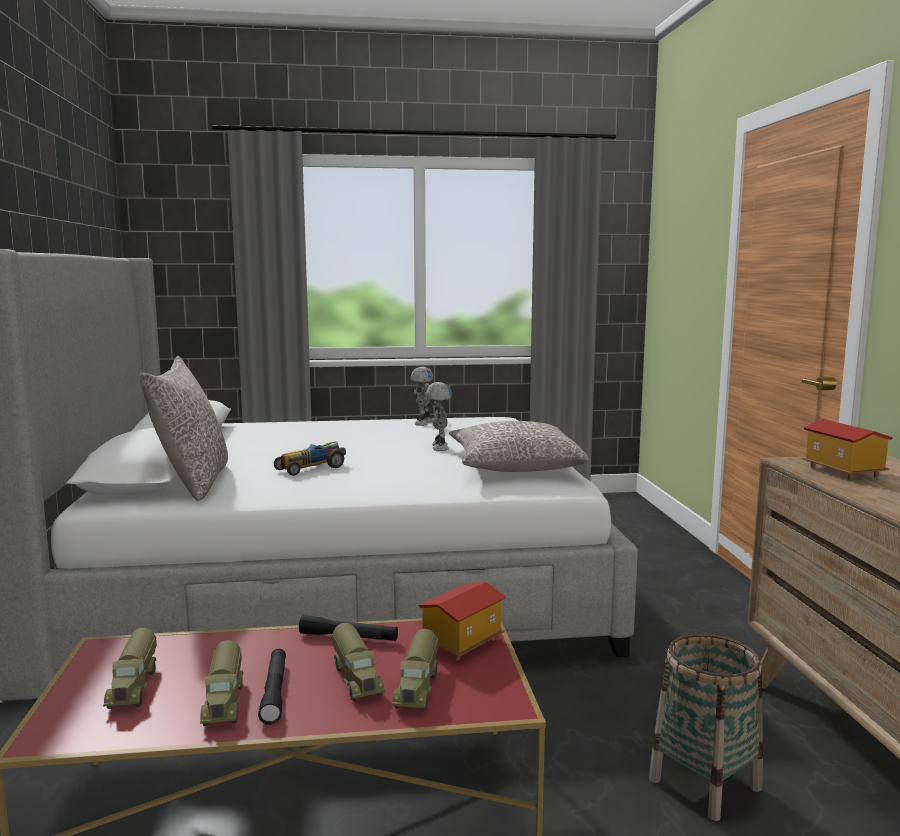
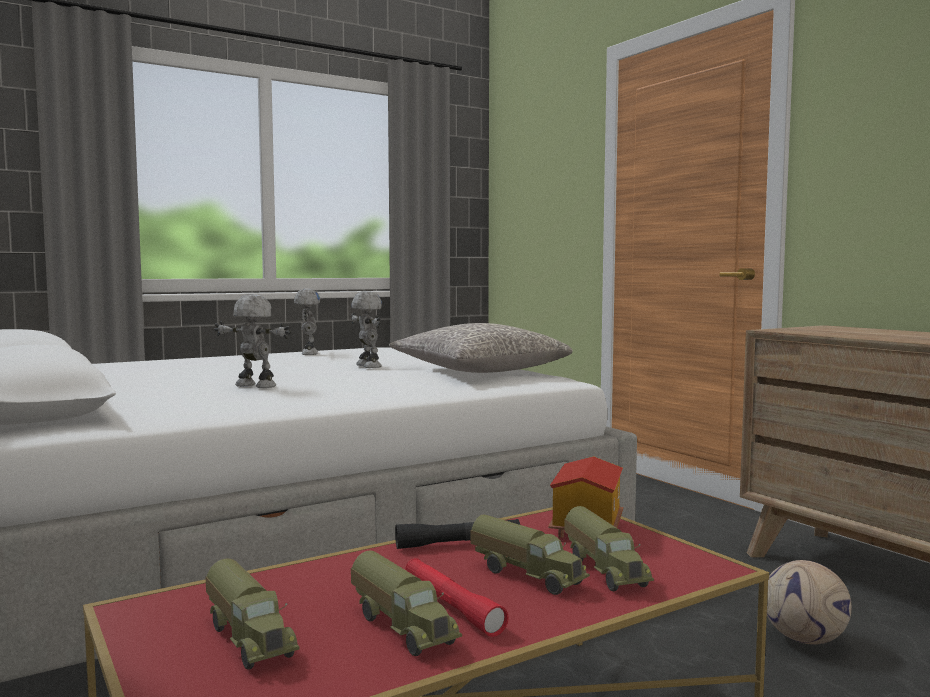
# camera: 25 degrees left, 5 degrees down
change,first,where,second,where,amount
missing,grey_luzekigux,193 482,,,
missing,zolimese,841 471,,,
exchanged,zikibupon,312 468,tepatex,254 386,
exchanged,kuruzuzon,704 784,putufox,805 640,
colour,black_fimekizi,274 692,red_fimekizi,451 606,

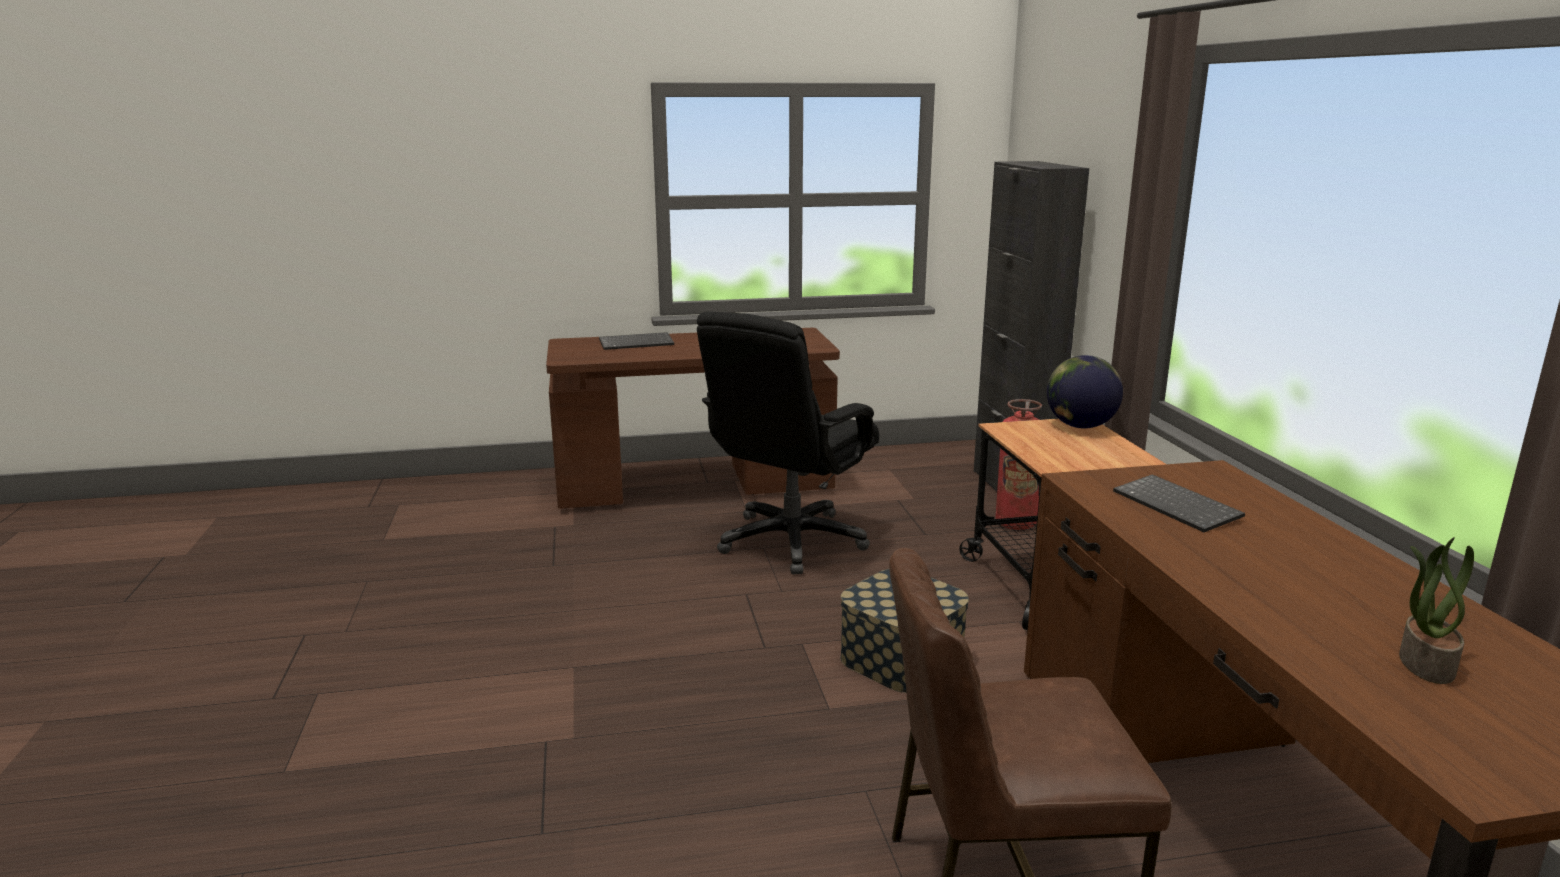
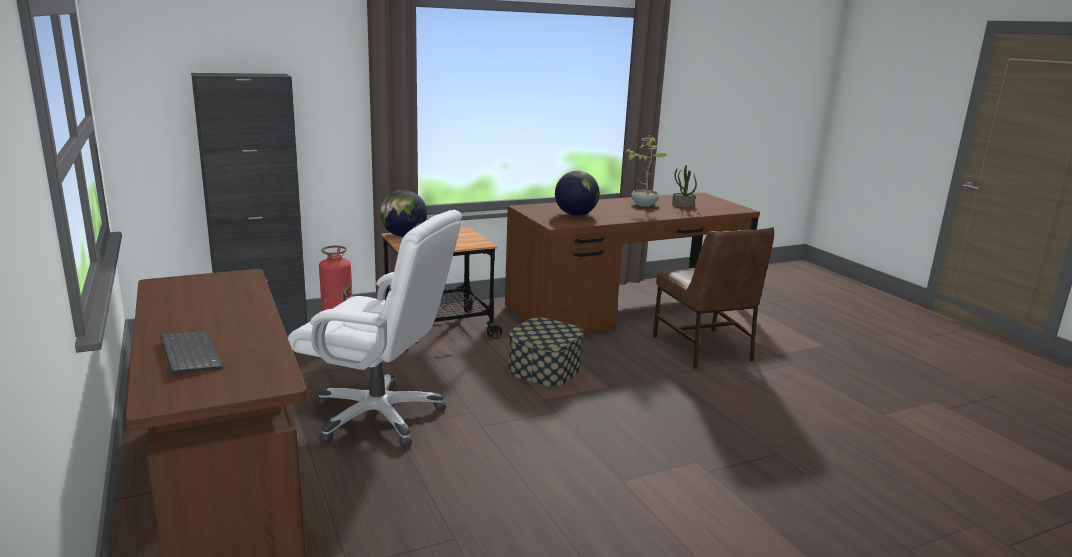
# camera: 105 degrees left, 0 degrees up
change,first,where,second,where,amount
appeared,,,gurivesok,643 204,
exchanged,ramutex,1179 506,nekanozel,575 214,
colour,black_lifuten,791 541,white_lifuten,379 416,

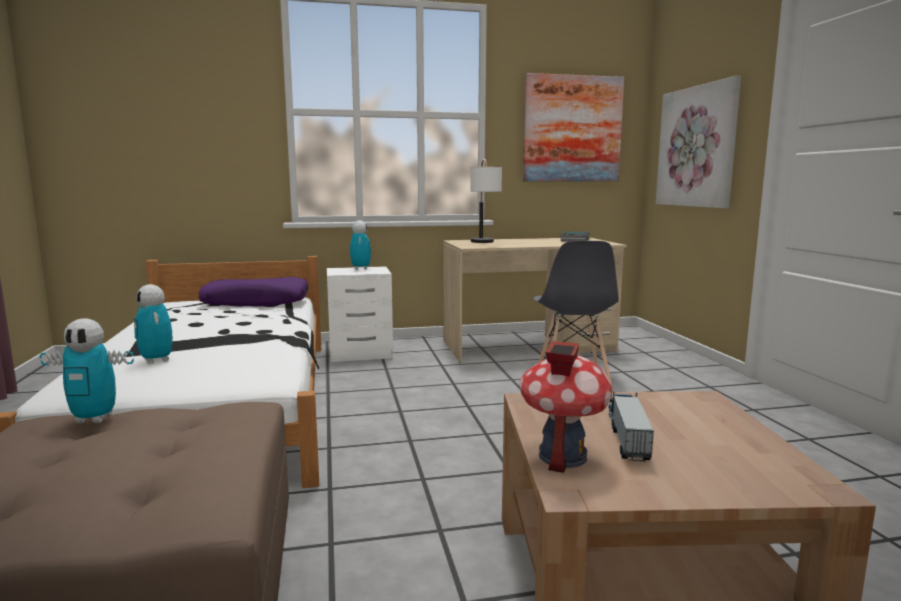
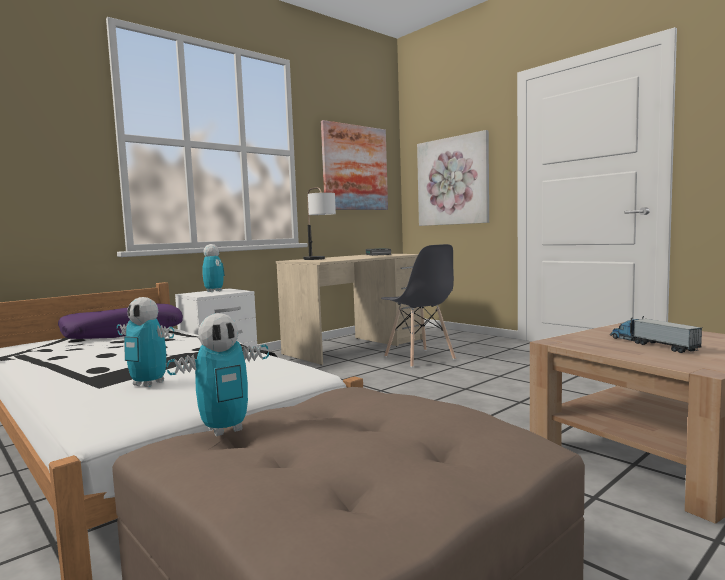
# camera: 30 degrees left, 5 degrees down
change,first,where,second,where,amount
missing,zolimese,562 456,,,

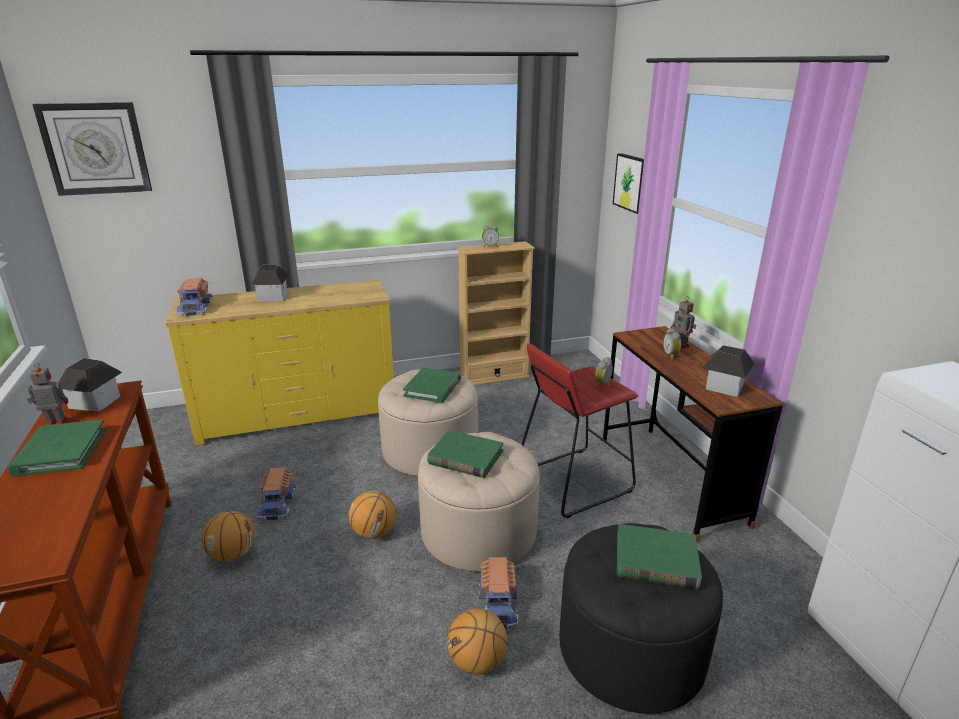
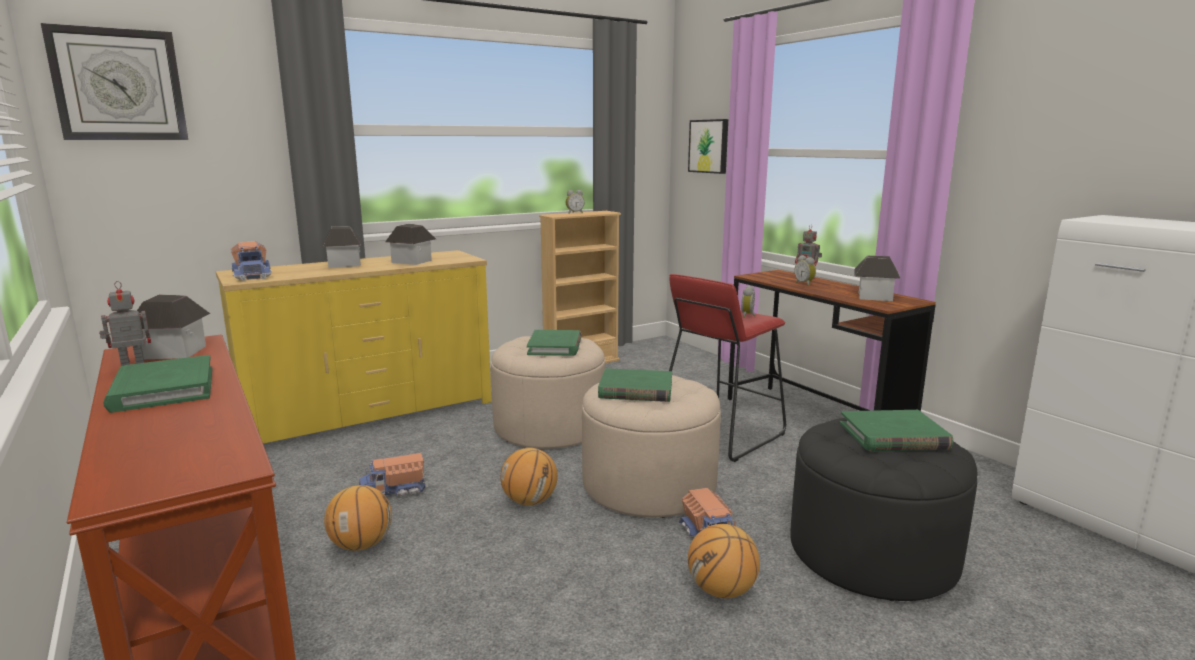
# camera: 15 degrees left, 10 degrees down
change,first,where,second,where,amount
appeared,,,zolimese,412 261,
spun,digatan,277 504,,392 492,90 degrees clockwise

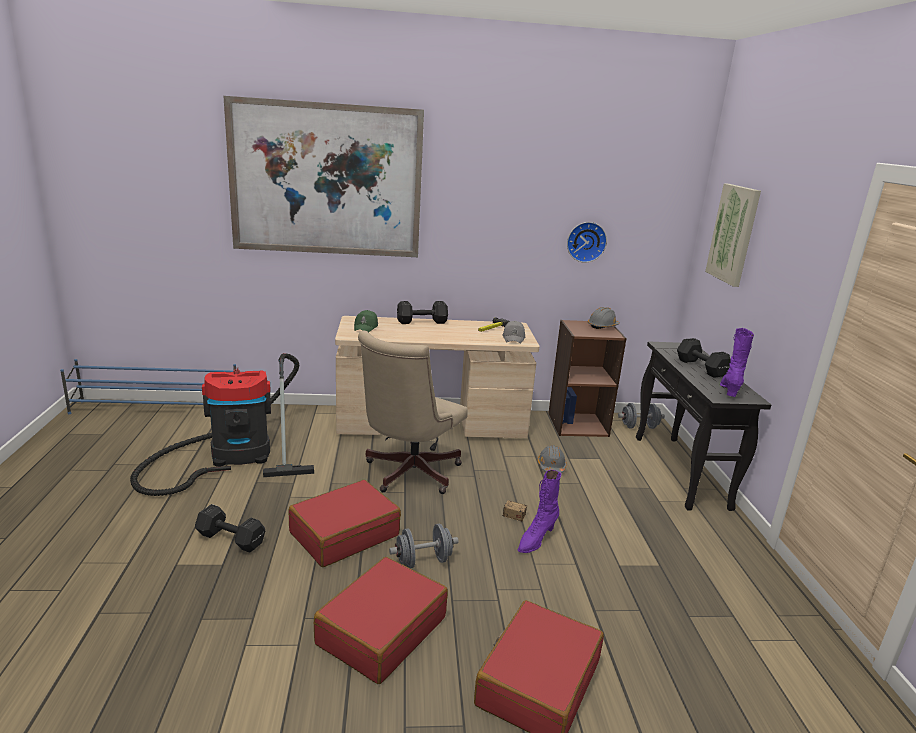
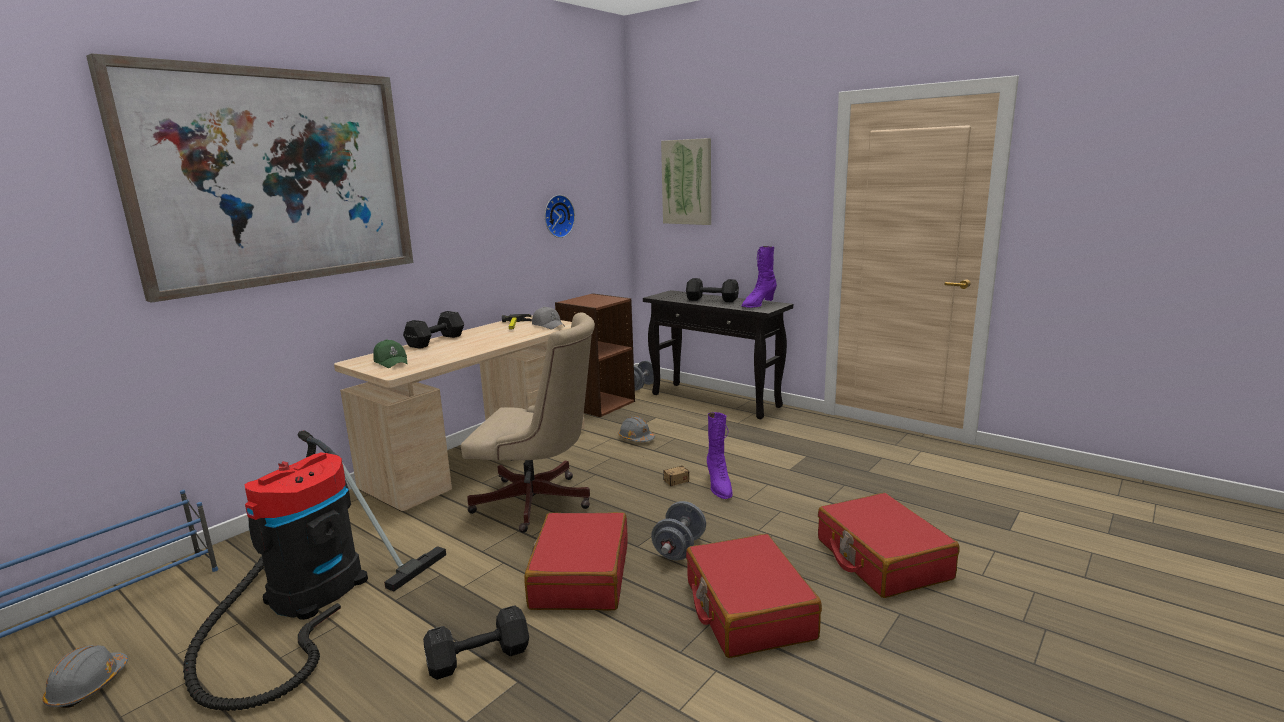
# camera: 45 degrees left, 5 degrees down
change,first,where,second,where,amount
relocated,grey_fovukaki,602 326,,88 686,
spun,beige_lifuten,408 474,,539 503,60 degrees counterclockwise
spun,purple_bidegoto,730 390,,758 304,105 degrees counterclockwise

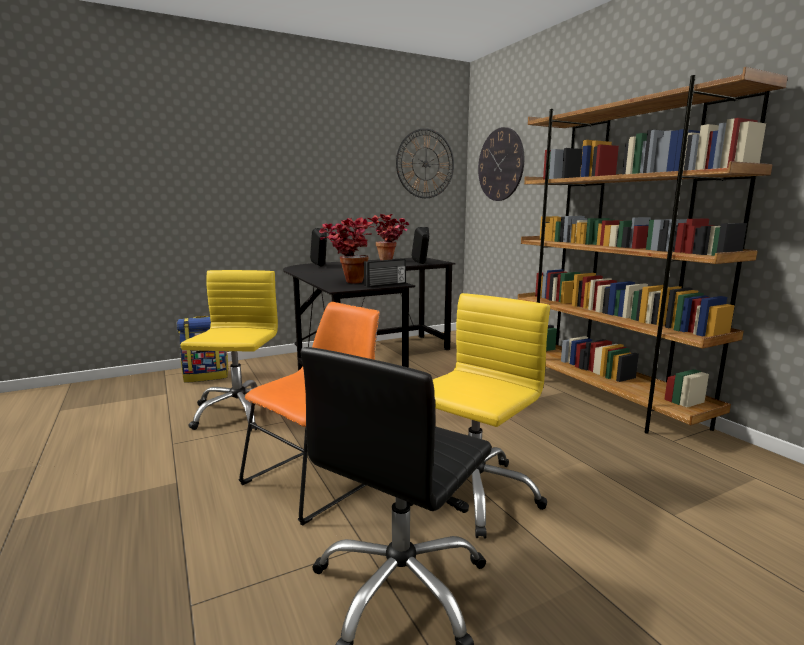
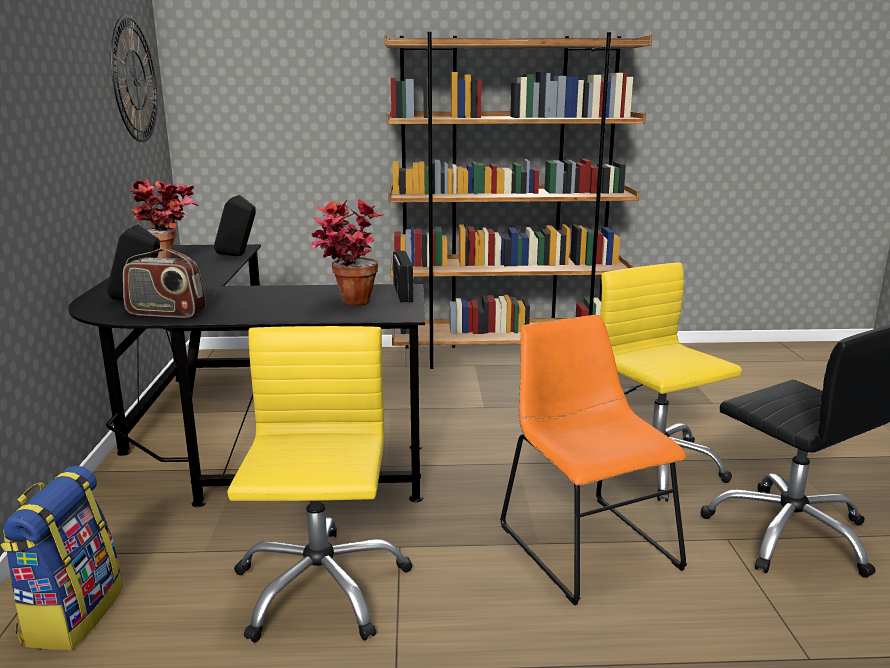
# camera: 65 degrees left, 5 degrees up
change,first,where,second,where,amount
missing,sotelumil,500 164,,,
appeared,,,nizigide,166 313,
spun,yellow_lifuten,239 412,,319 587,60 degrees clockwise

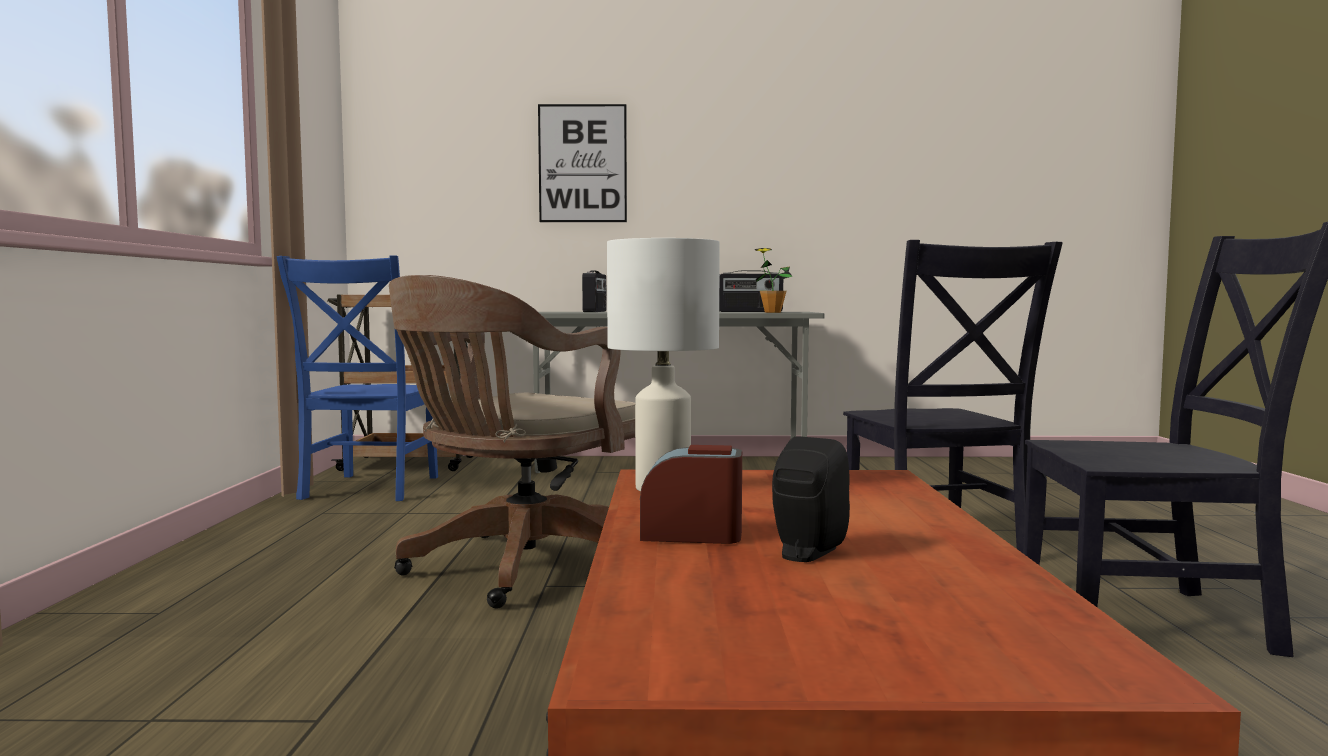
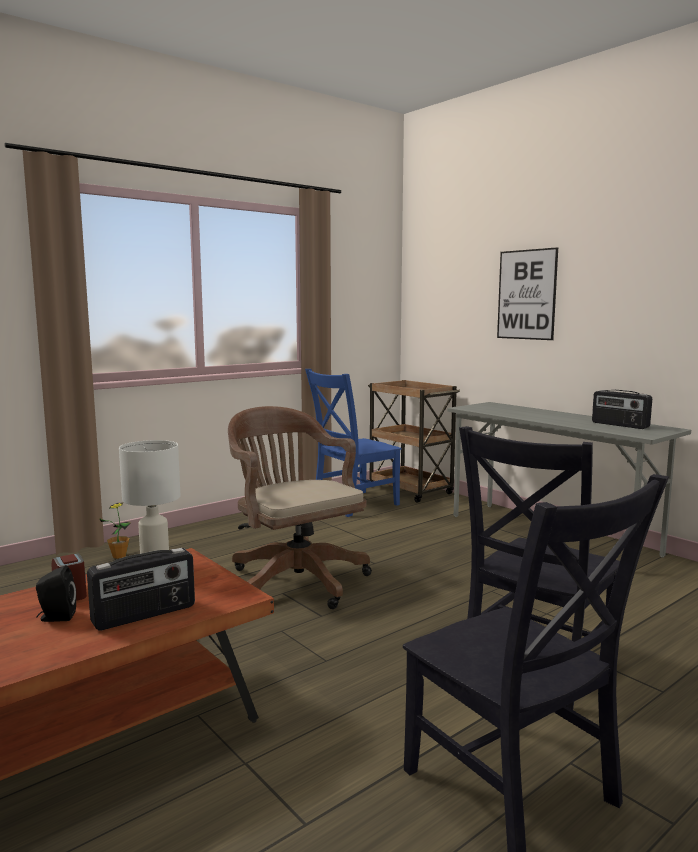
# camera: 50 degrees right, 5 degrees up
change,first,where,second,where,amount
relocated,nizigide,595 311,,144 615,
relocated,gurivesok,772 312,,119 556,
spun,brown_lifuten,517 569,,294 578,60 degrees clockwise

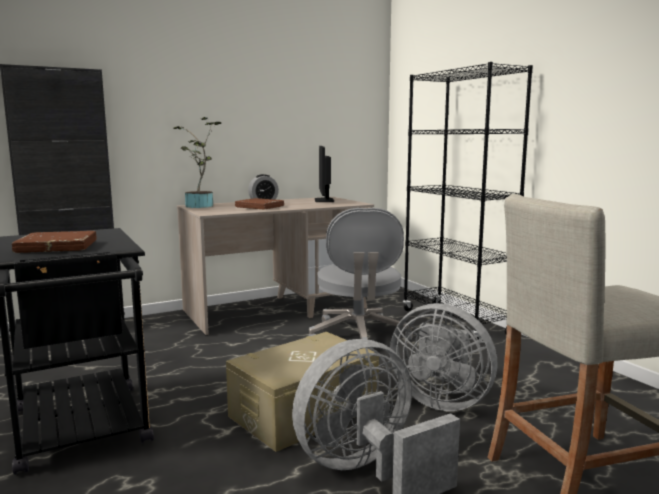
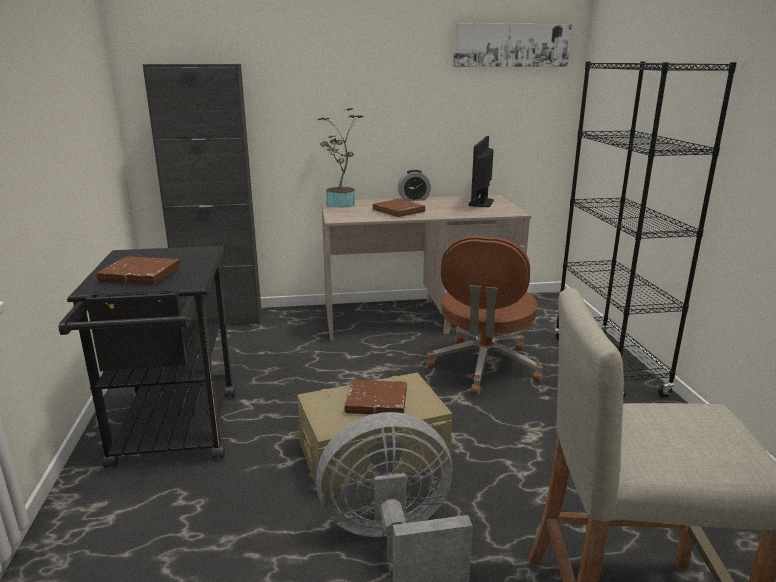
# camera: 20 degrees right, 10 degrees up
change,first,where,second,where,amount
missing,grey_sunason,440 400,,,
appeared,,,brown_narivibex,376 401,
appeared,,,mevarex,511 45,
colour,grey_lifuten,358 336,brown_lifuten,483 367,

